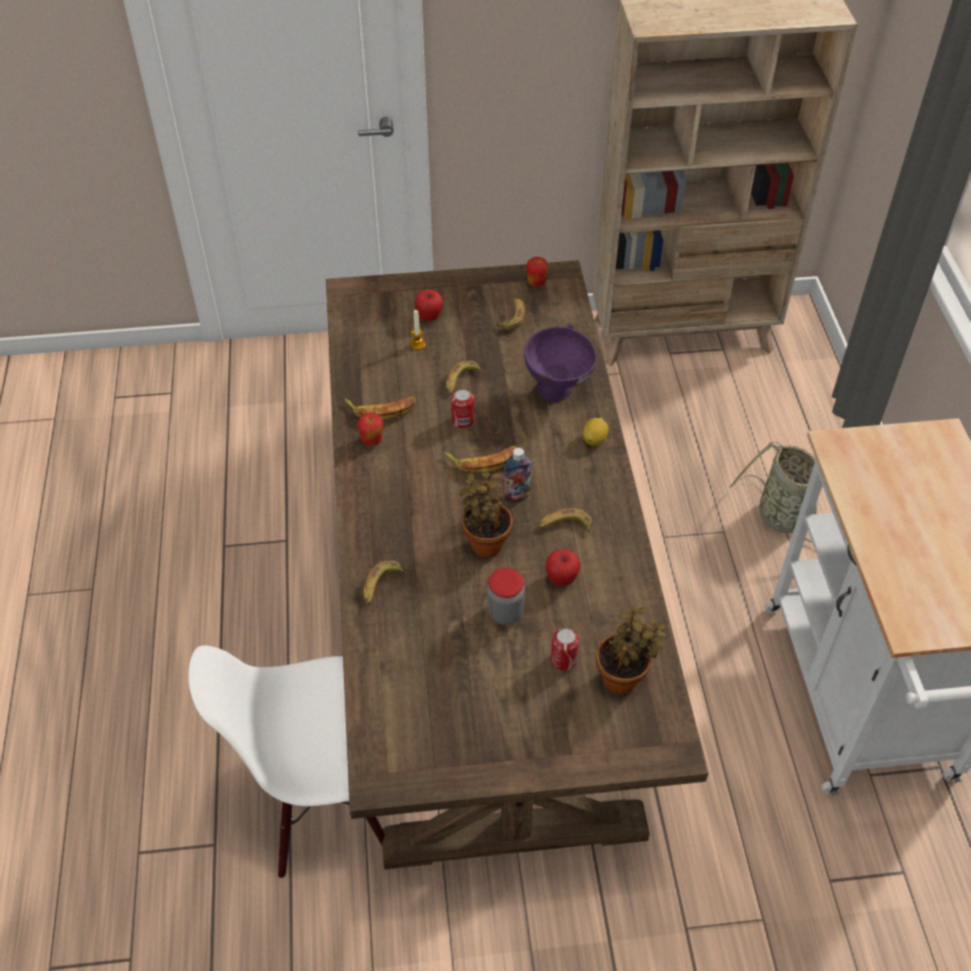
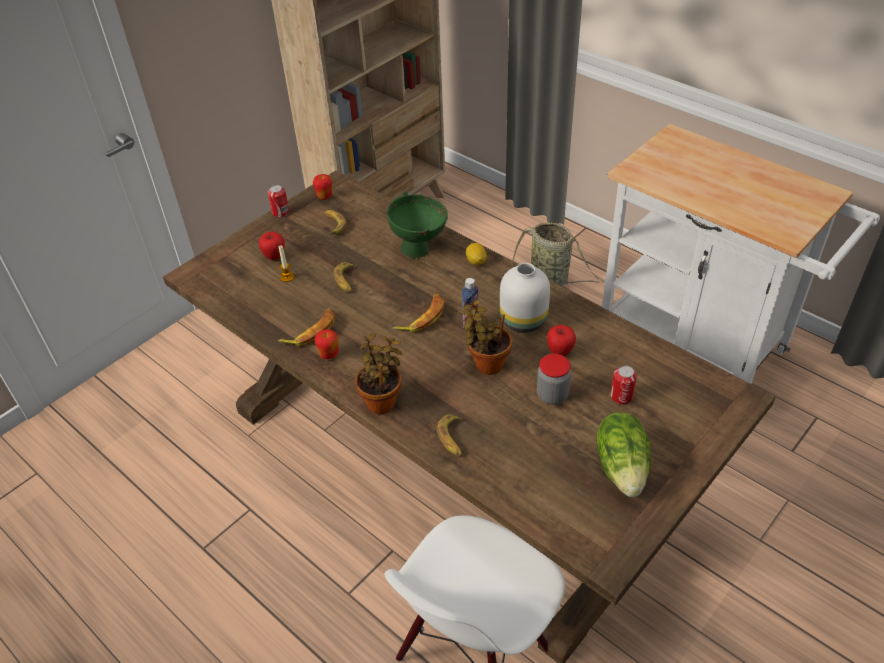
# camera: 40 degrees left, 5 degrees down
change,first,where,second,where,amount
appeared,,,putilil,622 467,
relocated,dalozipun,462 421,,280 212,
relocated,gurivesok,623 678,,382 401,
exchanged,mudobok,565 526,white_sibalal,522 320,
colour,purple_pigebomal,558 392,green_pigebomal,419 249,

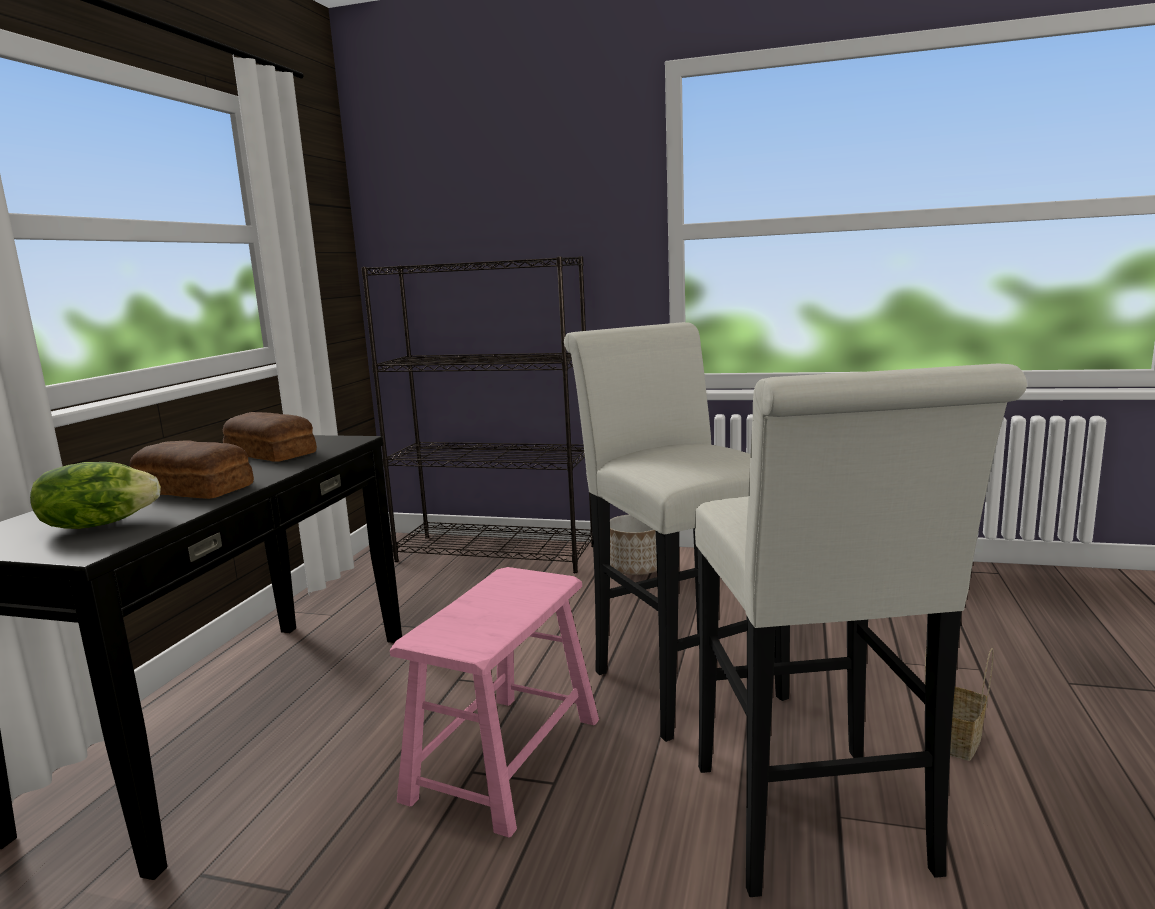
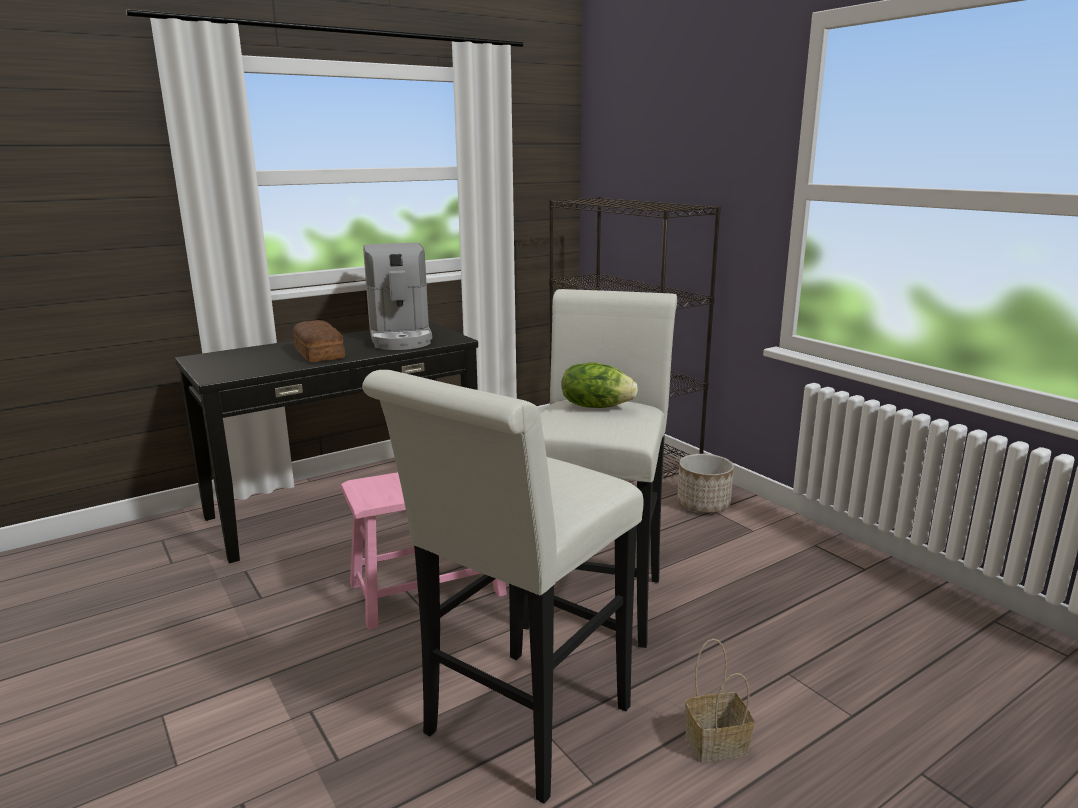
# camera: 40 degrees right, 5 degrees up
change,first,where,second,where,amount
relocated,putilil,99 524,,596 406,
exchanged,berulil,271 452,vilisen,400 337,

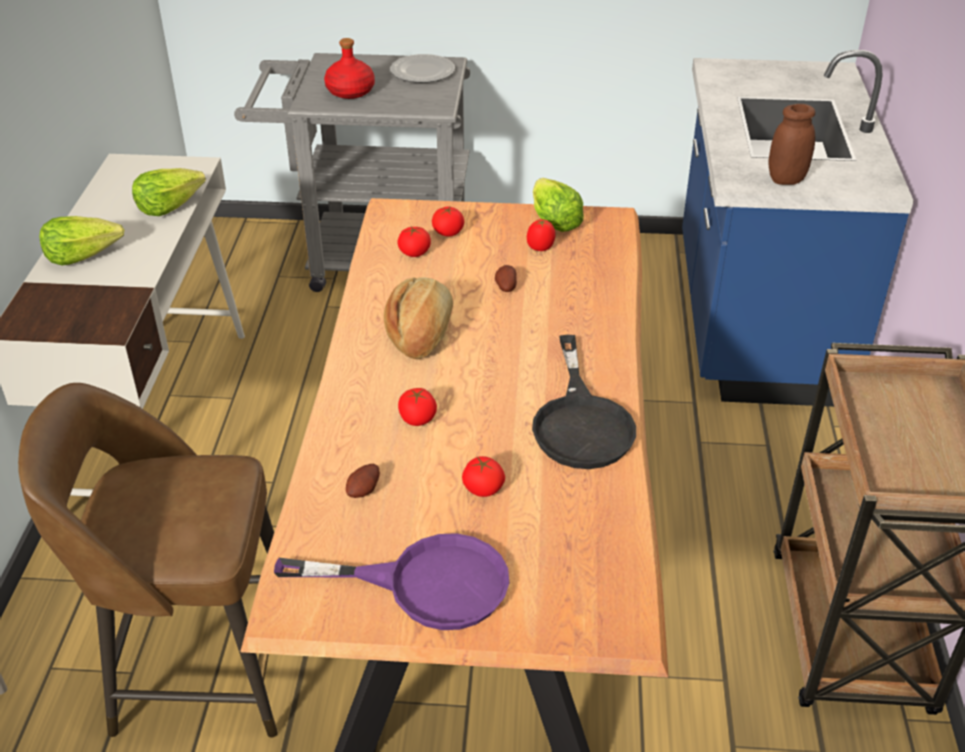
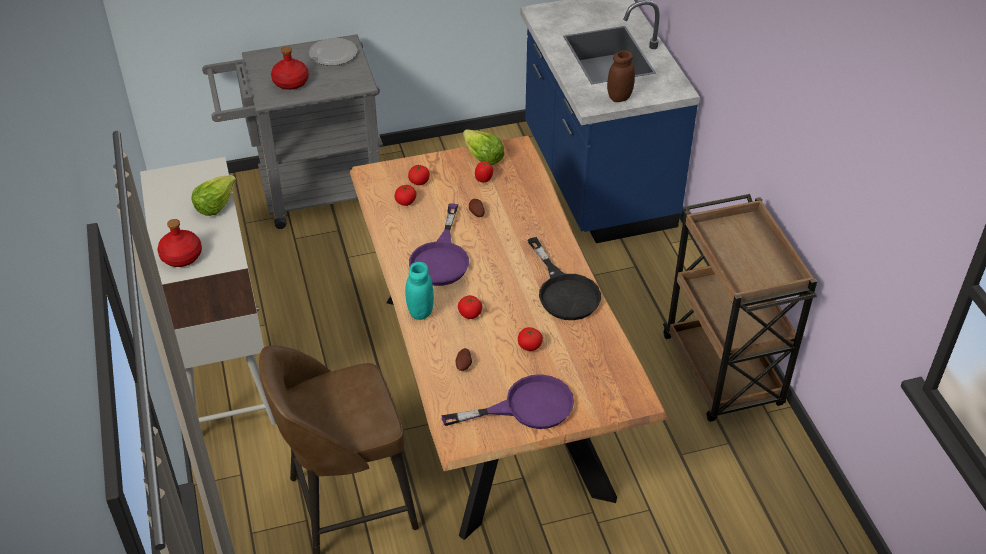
# camera: 20 degrees left, 5 degrees up
change,first,where,second,where,amount
appeared,,,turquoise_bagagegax,420 311,
exchanged,putilil,82 255,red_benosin,181 256,
exchanged,berulil,421 333,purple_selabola,441 258,

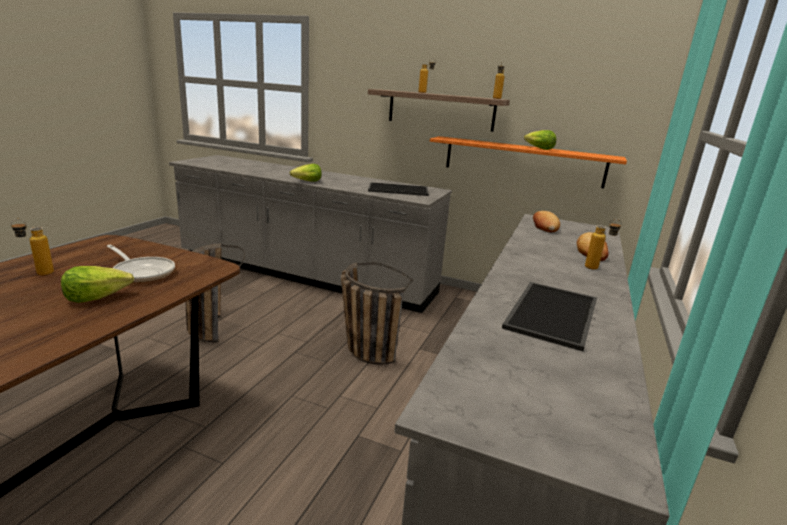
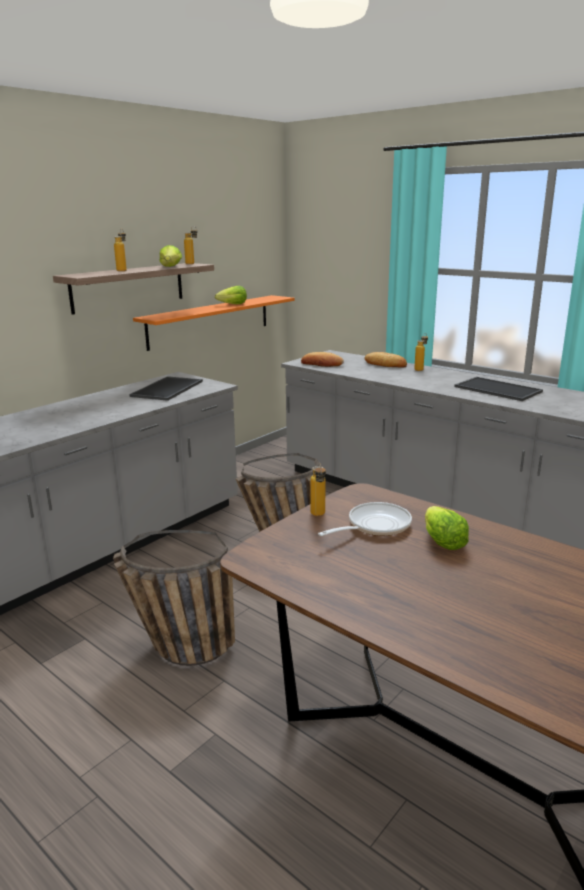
# camera: 70 degrees left, 0 degrees up
change,first,where,second,where,amount
relocated,benosin,38 273,,318 516,
relocated,putilil,307 181,,171 267,

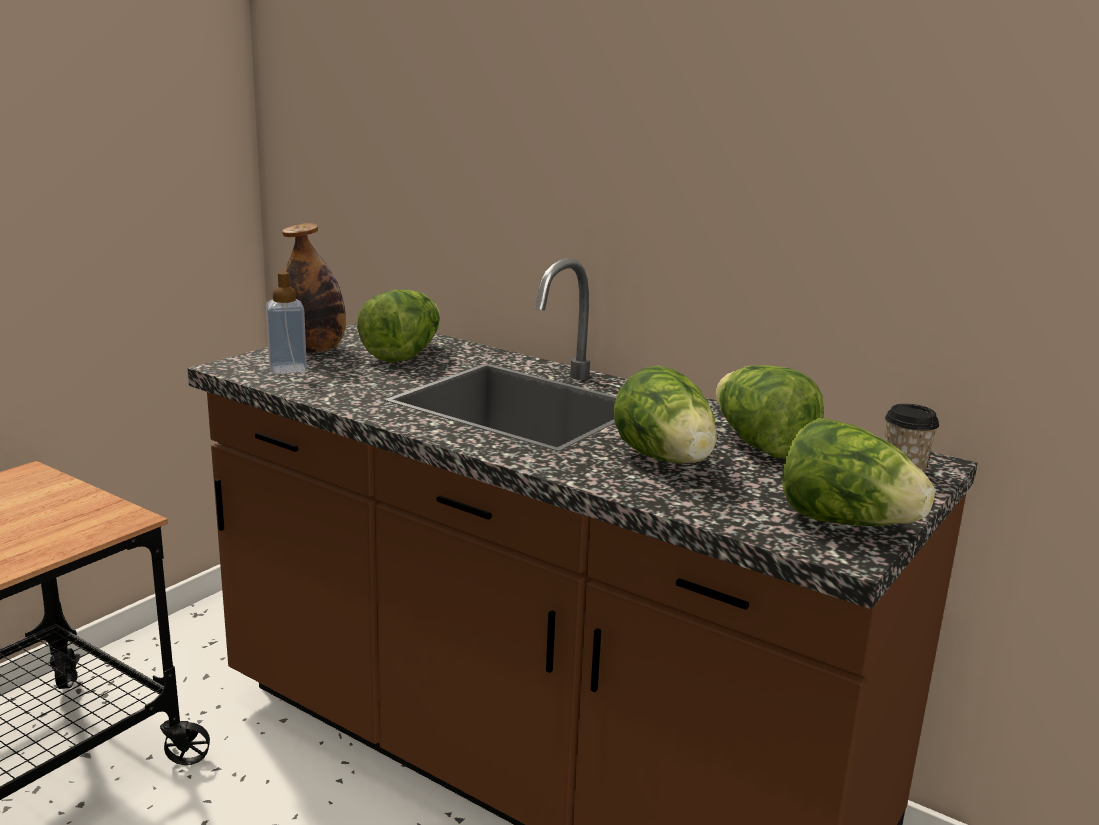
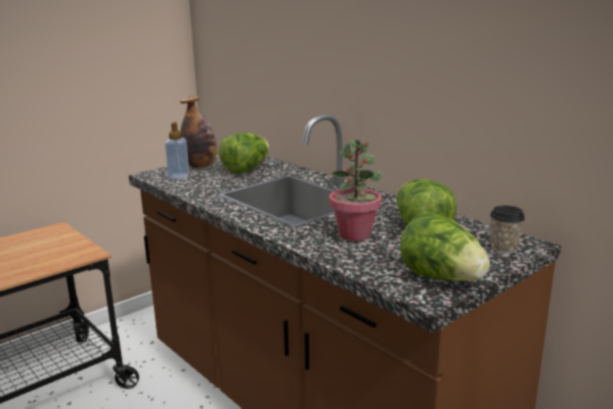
# camera: 15 degrees right, 0 degrees up
change,first,where,second,where,amount
exchanged,putilil,666 460,gurivesok,355 235,

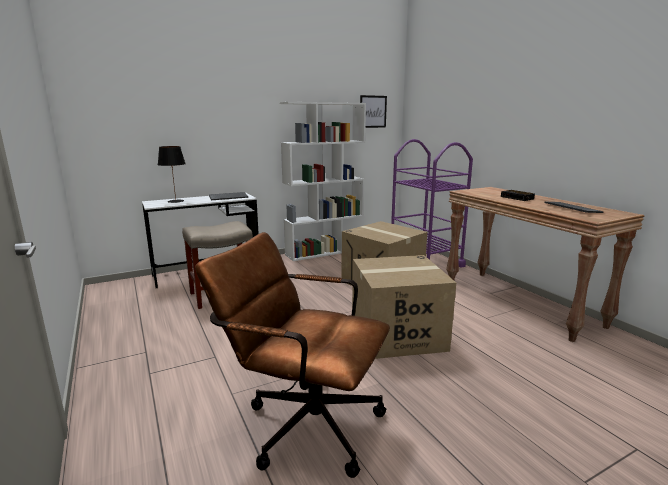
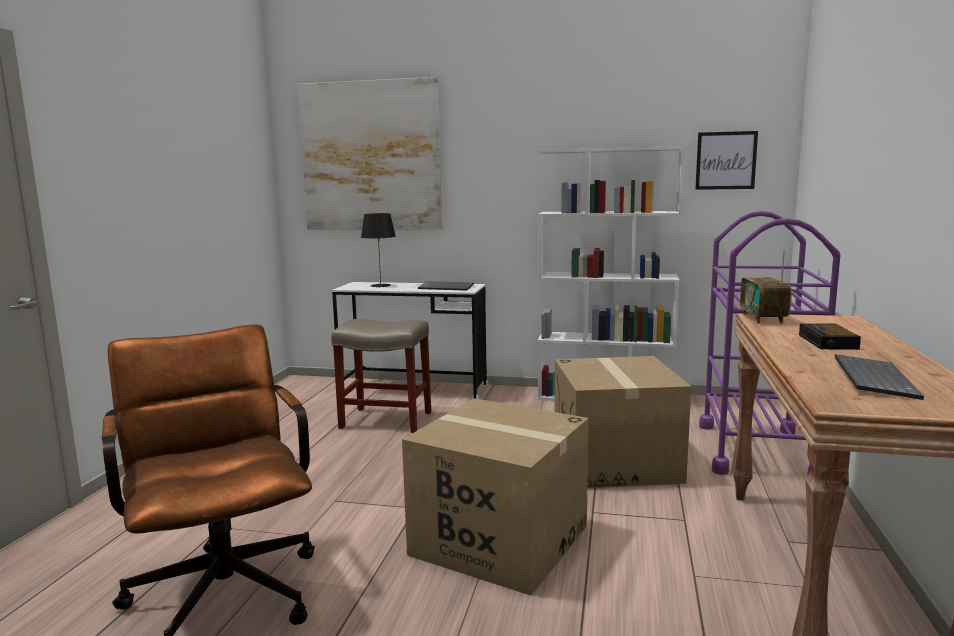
# camera: 40 degrees right, 5 degrees down
change,first,where,second,where,amount
appeared,,,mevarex,371 156,
appeared,,,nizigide,763 318,

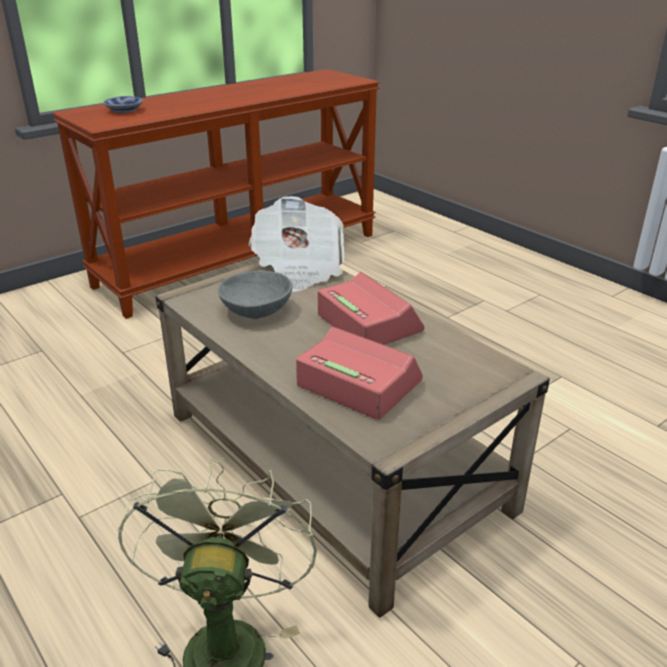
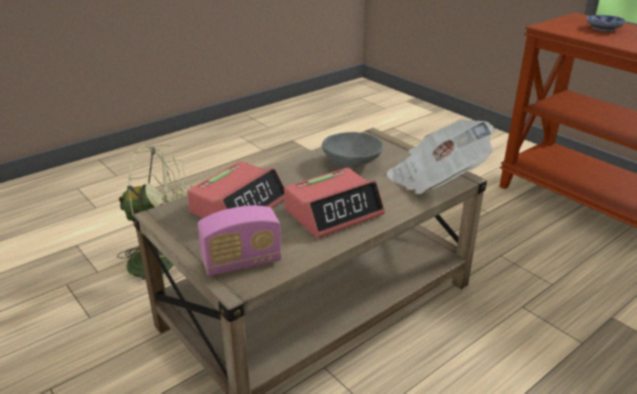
# camera: 90 degrees right, 0 degrees up
change,first,where,second,where,amount
appeared,,,nizigide,242 262,

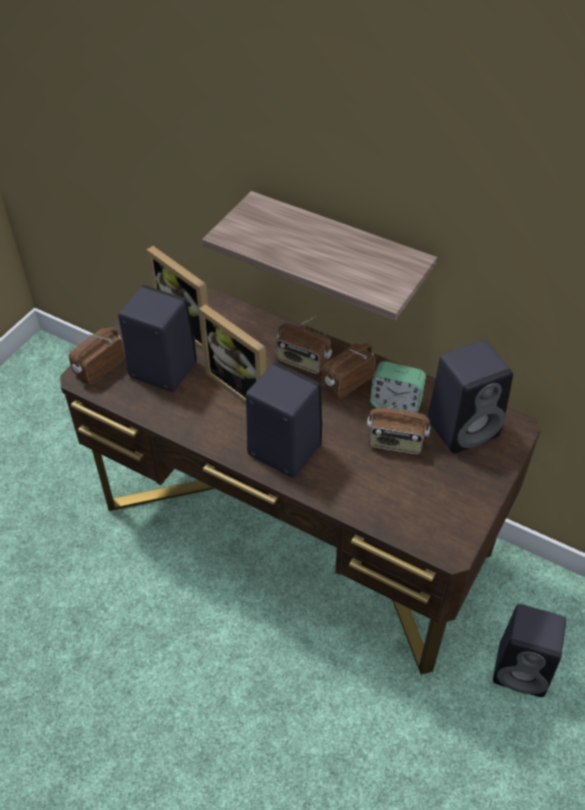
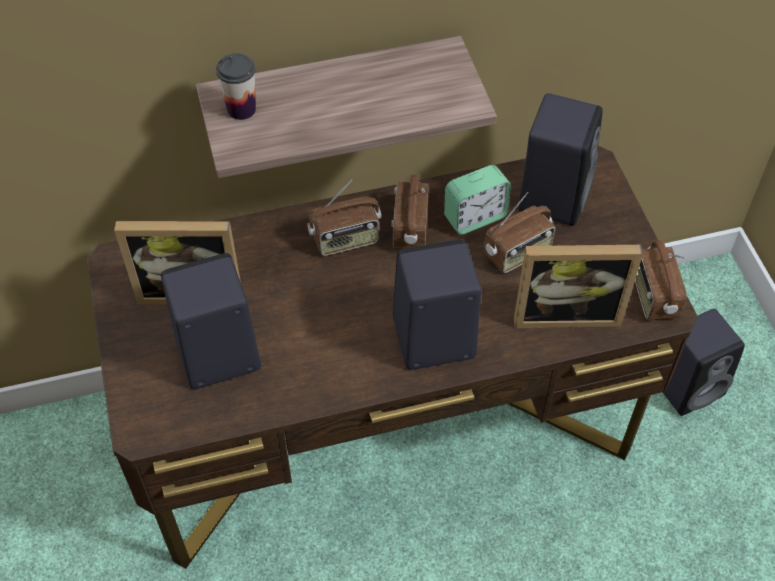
# camera: 45 degrees left, 5 degrees up
change,first,where,second,where,amount
appeared,,,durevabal,241 109,
relocated,nizigide,99 367,,653 296,
relocated,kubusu,243 387,,565 312,

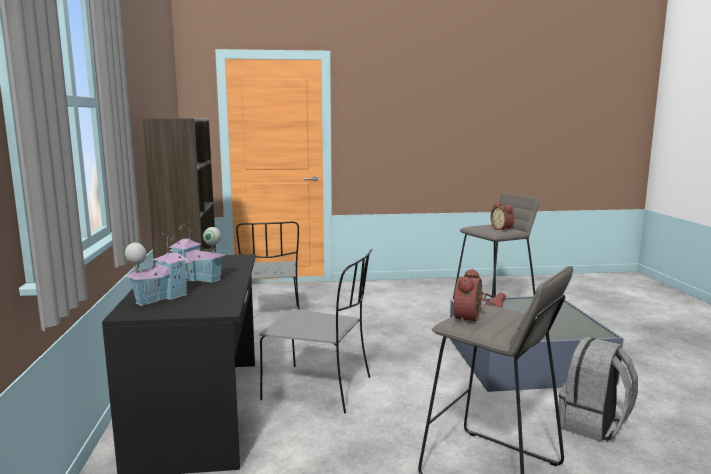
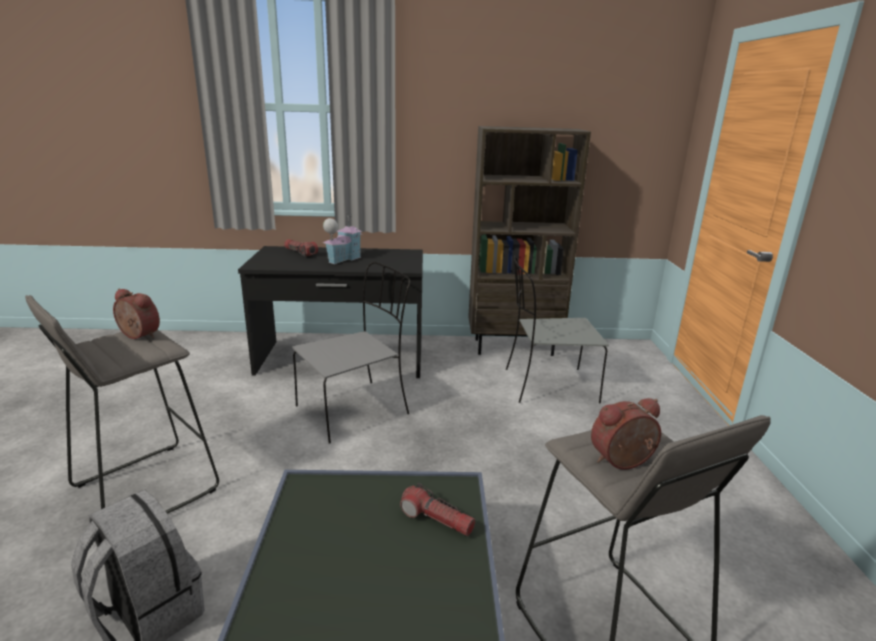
# camera: 95 degrees right, 10 degrees up
change,first,where,second,where,amount
exchanged,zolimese,160 297,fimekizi,300 253,
spun,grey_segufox,320 389,,354 409,150 degrees counterclockwise

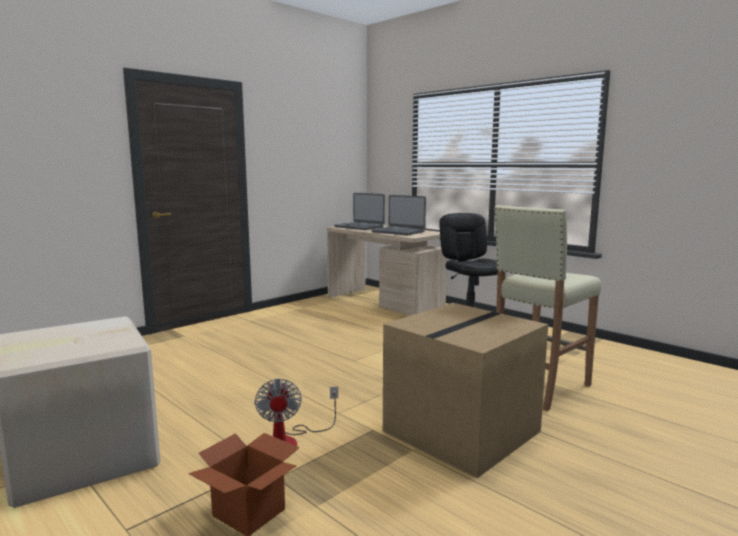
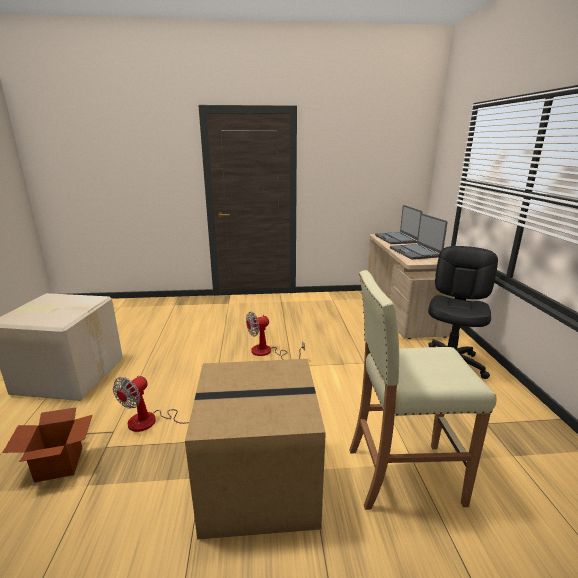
# camera: 40 degrees right, 10 degrees up
change,first,where,second,where,amount
appeared,,,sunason,268 352,

